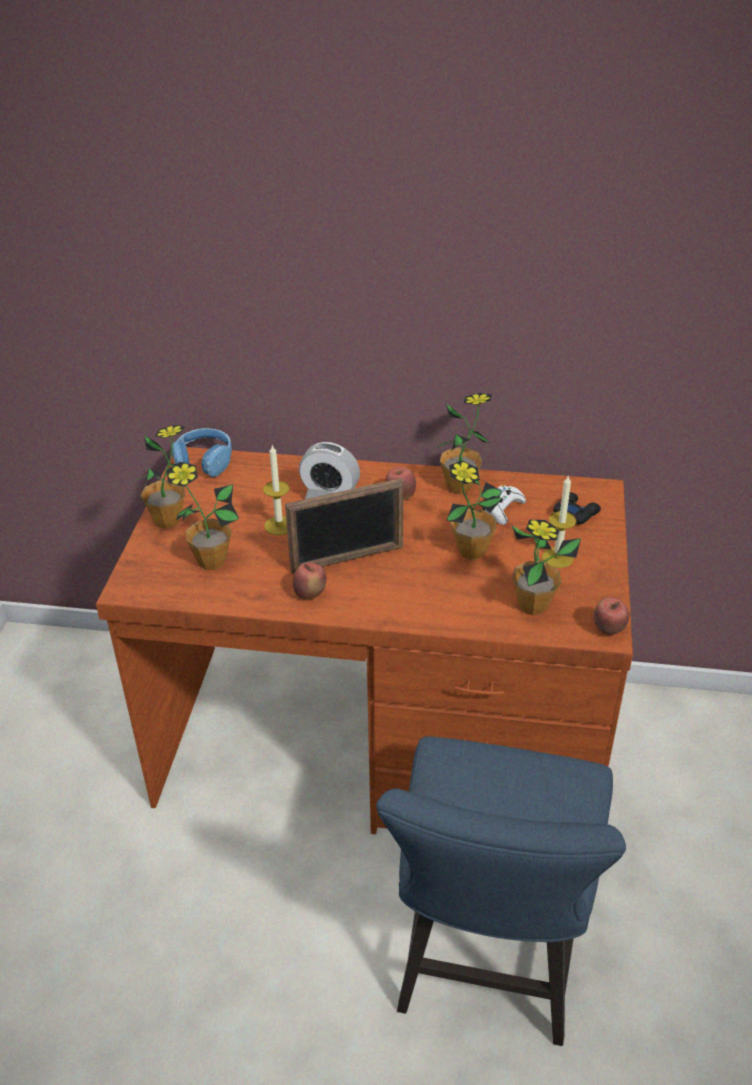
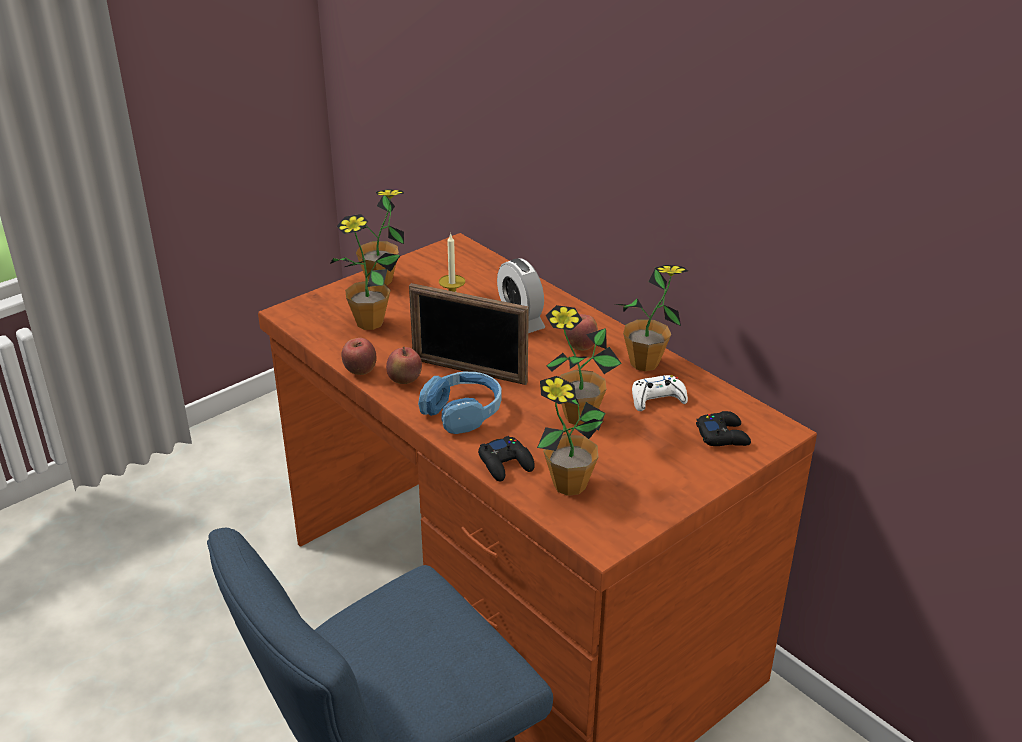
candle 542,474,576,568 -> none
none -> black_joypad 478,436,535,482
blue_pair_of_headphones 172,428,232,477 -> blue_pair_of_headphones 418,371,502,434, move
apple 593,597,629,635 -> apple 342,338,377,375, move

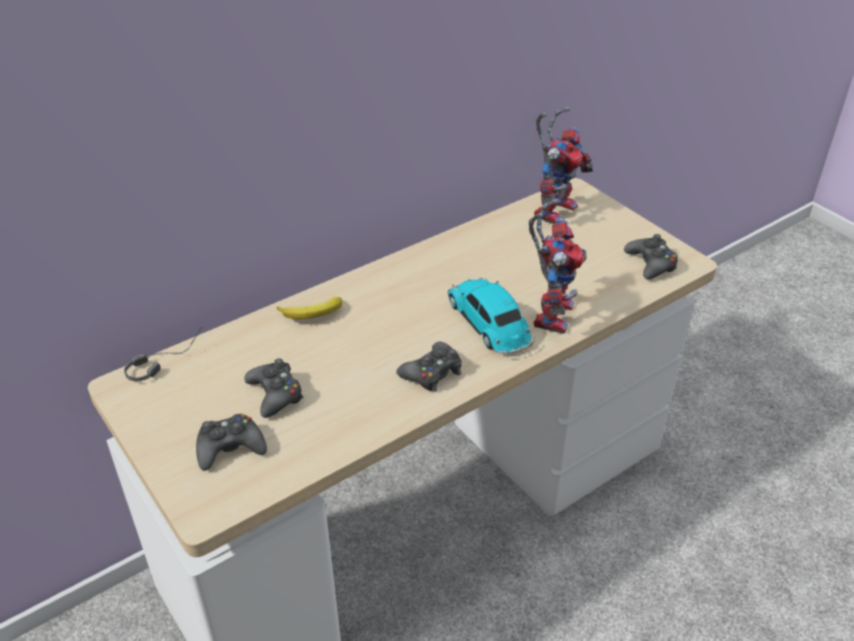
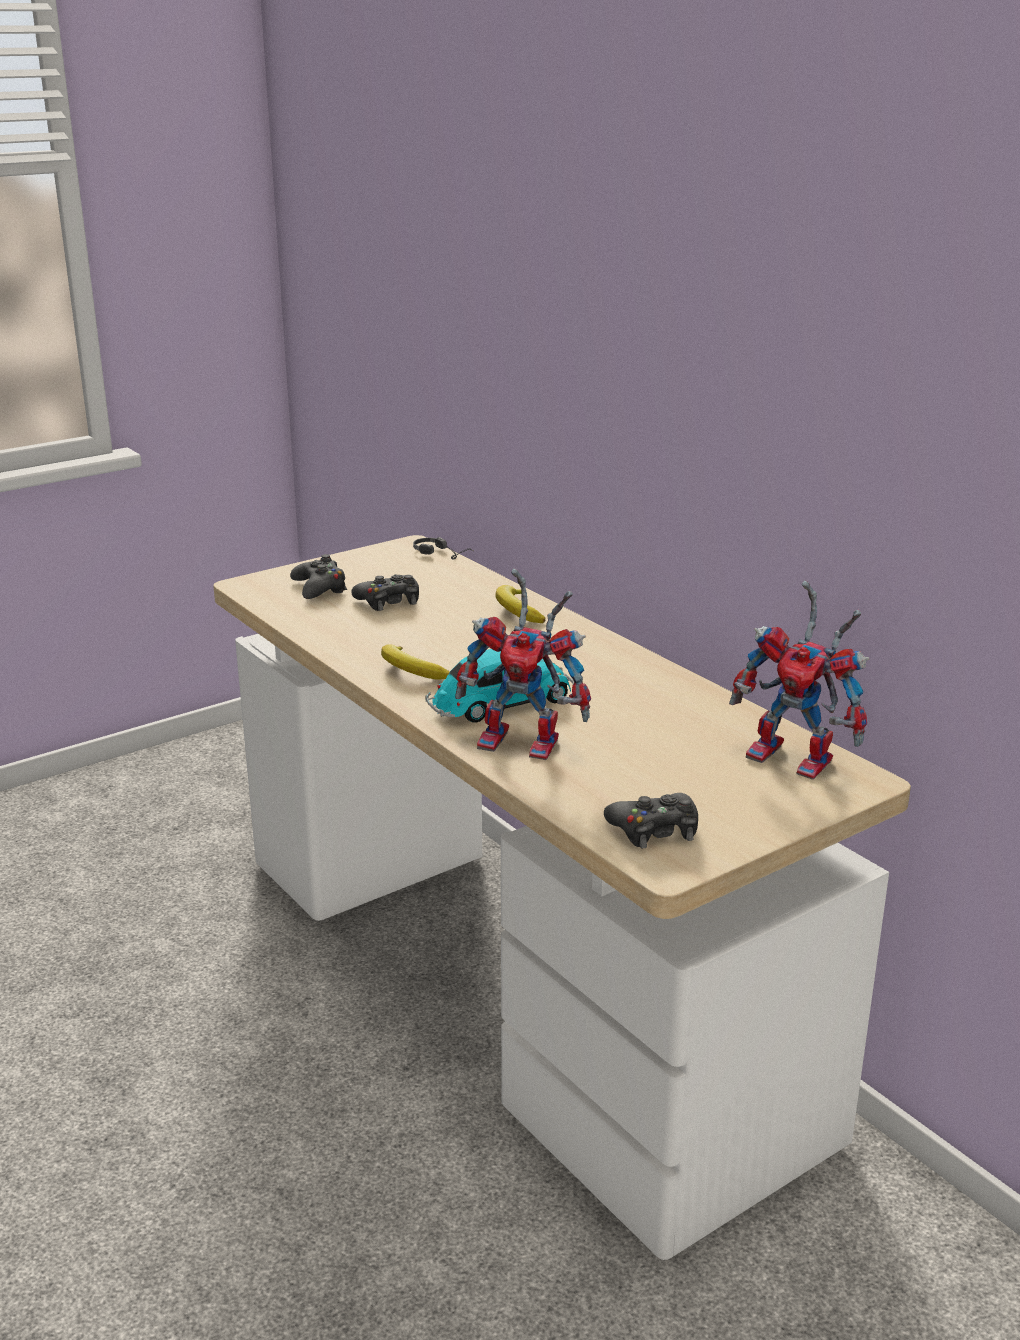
black_joypad 396,341,462,392 -> banana 381,644,450,680

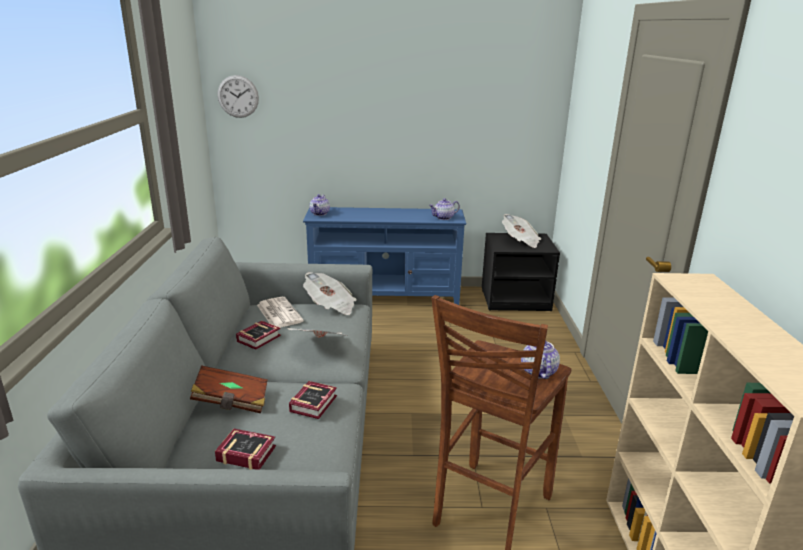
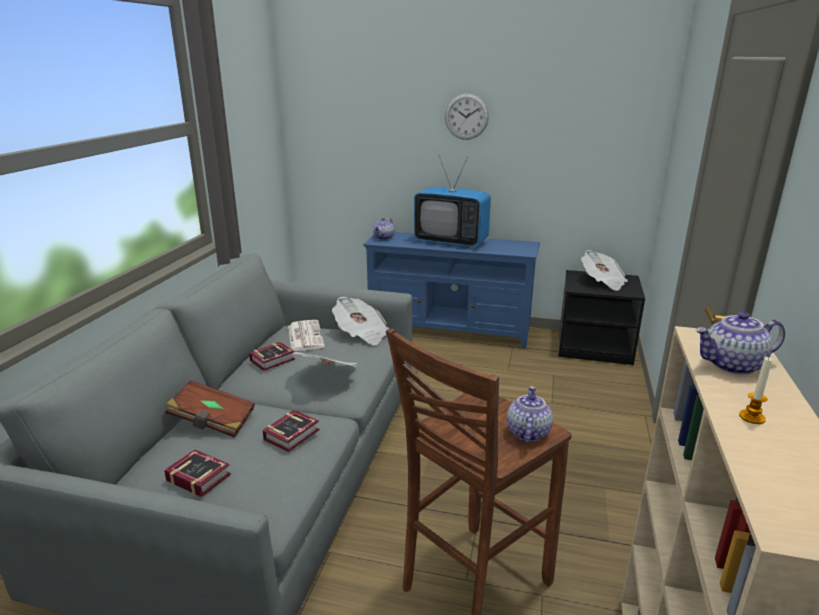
none -> television 414,156,491,248
none -> candle 739,357,772,424
hanging_clock 218,75,259,118 -> hanging_clock 445,93,489,140, move
teapot 429,198,460,220 -> teapot 695,312,785,375, move

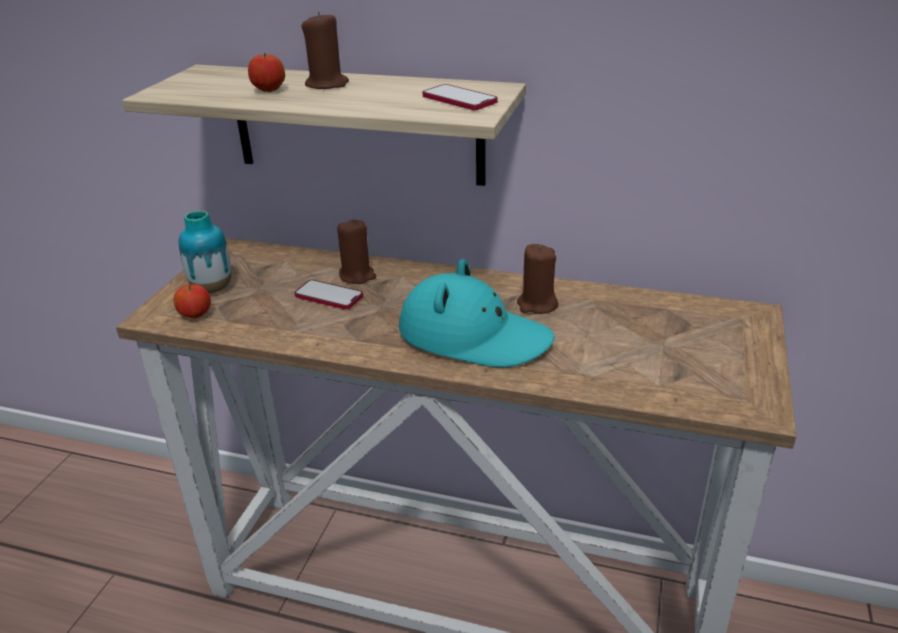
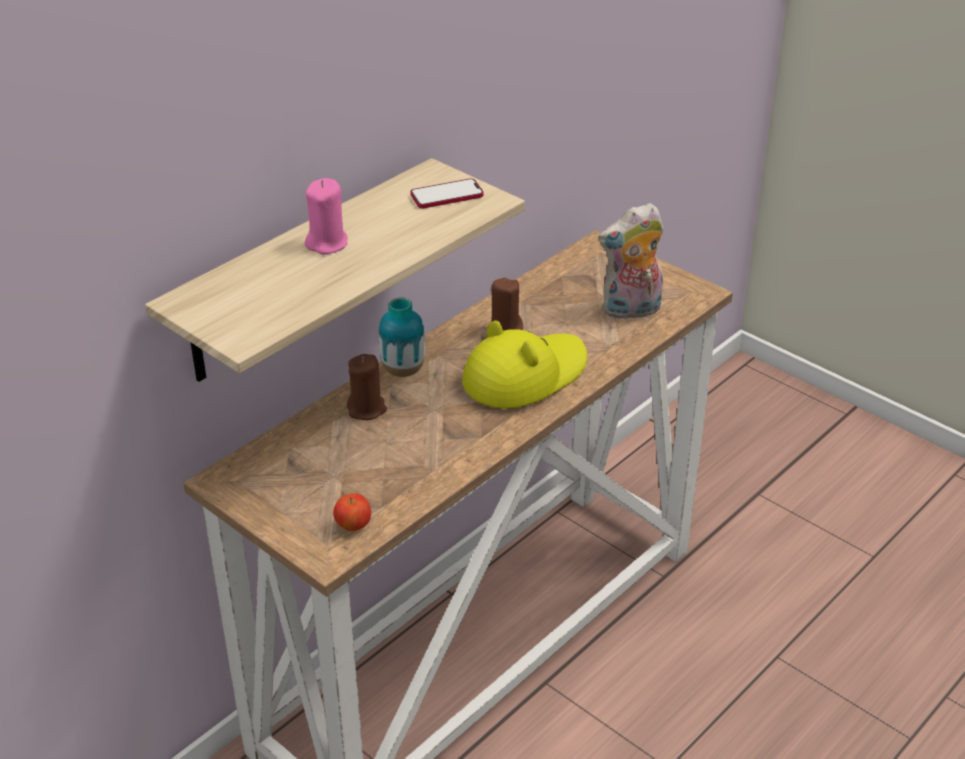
apple 248,52,285,92 -> none
telephone 294,280,363,310 -> none
none -> soft_toy 598,203,664,320
decorative_vase 179,210,232,293 -> decorative_vase 379,297,425,377, move
brown_candle 302,11,349,89 -> pink_candle 305,178,348,255
blue-green_clothing_hat 399,259,555,367 -> yellowish_clothing_hat 462,321,587,409

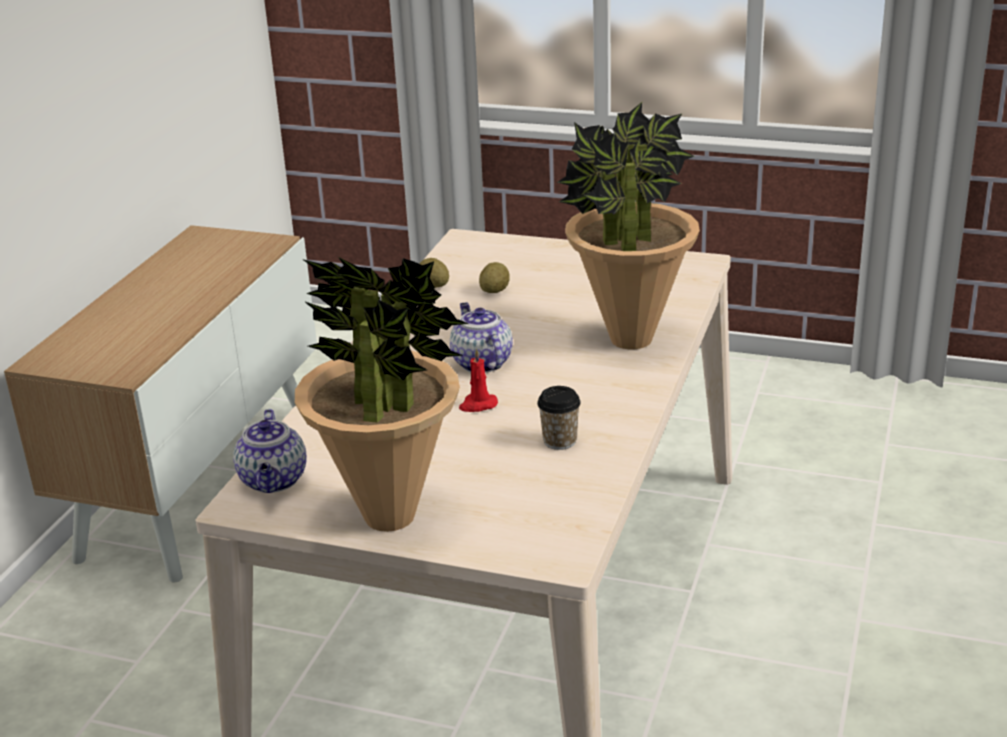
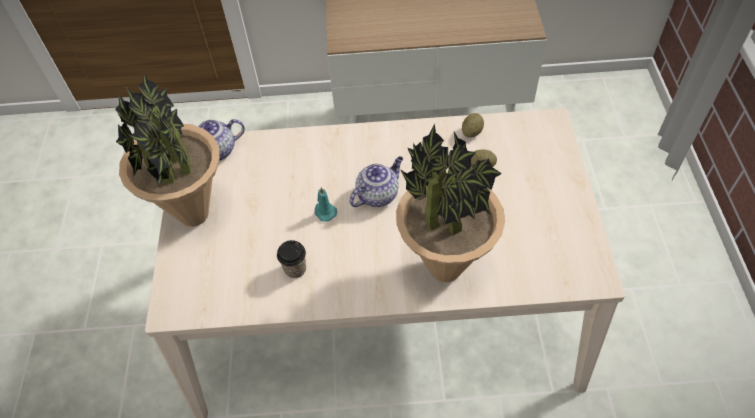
red_candle 459,348,498,412 -> blue-green_candle 314,187,337,222

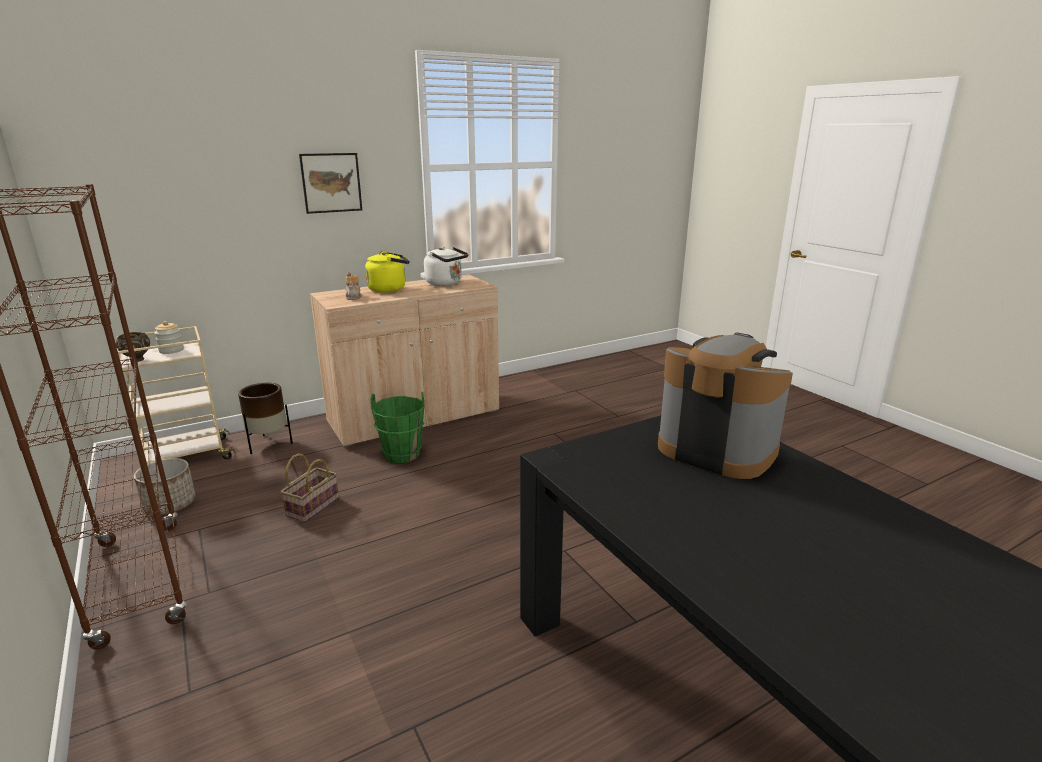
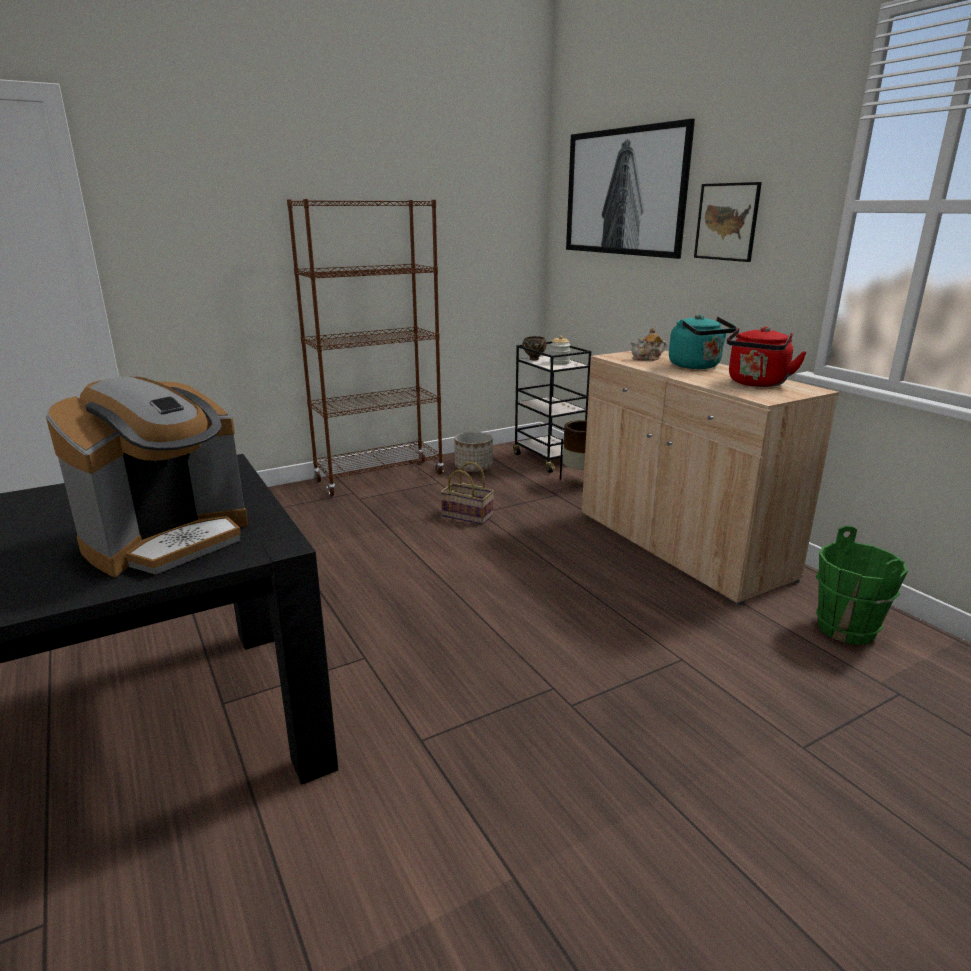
none -> picture 566,118,695,259
greenish_bucket 370,392,425,463 -> greenish_bucket 816,526,908,645, move
beige_cart 117,326,235,464 -> black_cart 513,341,591,473
yellowish_water_kettle 365,251,410,292 -> blue-green_water_kettle 669,315,737,369
white_water_kettle 424,247,468,286 -> red_water_kettle 727,327,807,387

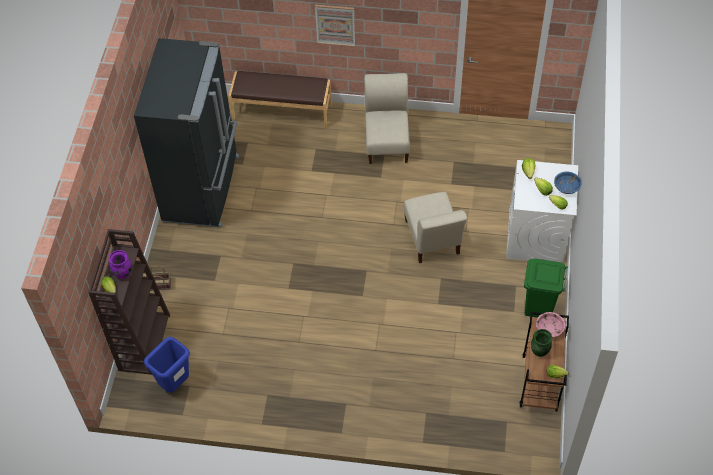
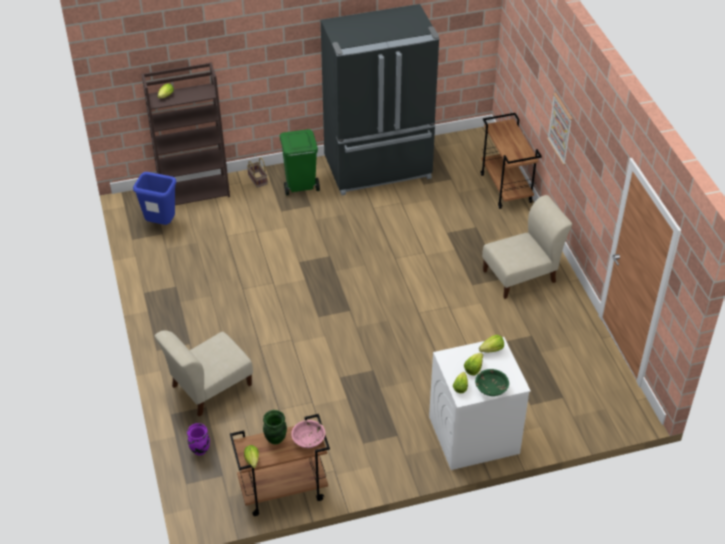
purple-coloured_decorative_vase 108,250,132,279 -> purple-coloured_decorative_vase 187,423,210,455, move
beige_chair 404,192,467,263 -> beige_chair 155,330,253,417, move
greenish_waste_bin 524,258,568,318 -> greenish_waste_bin 280,129,320,196, move
brown_long_seat 229,71,332,128 -> brown_cart 480,113,542,209
blue_serving_bowl 554,172,582,194 -> greenish_serving_bowl 475,369,509,396

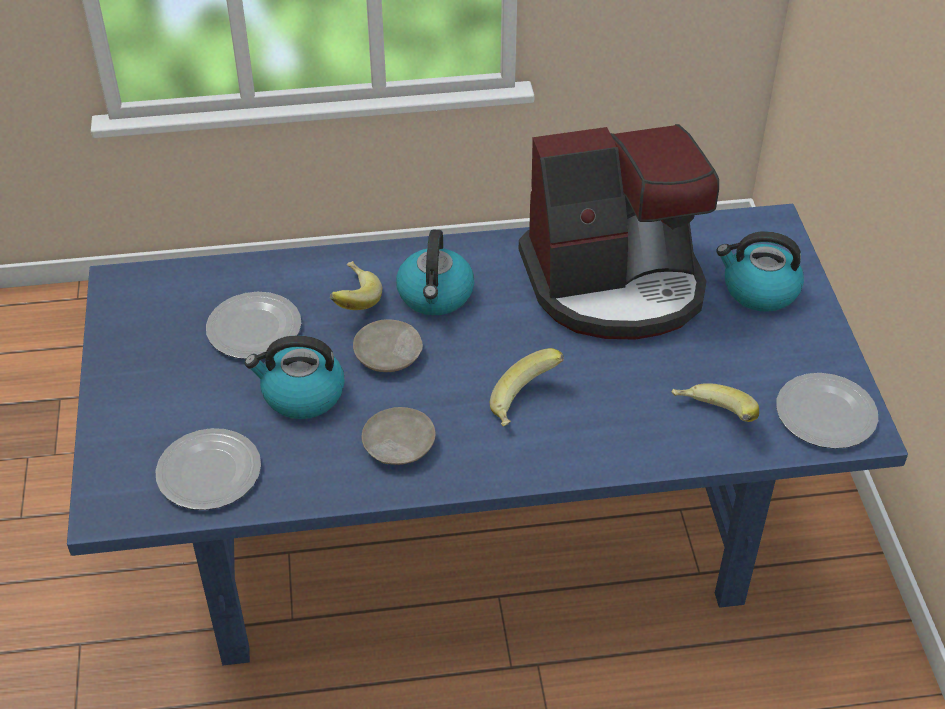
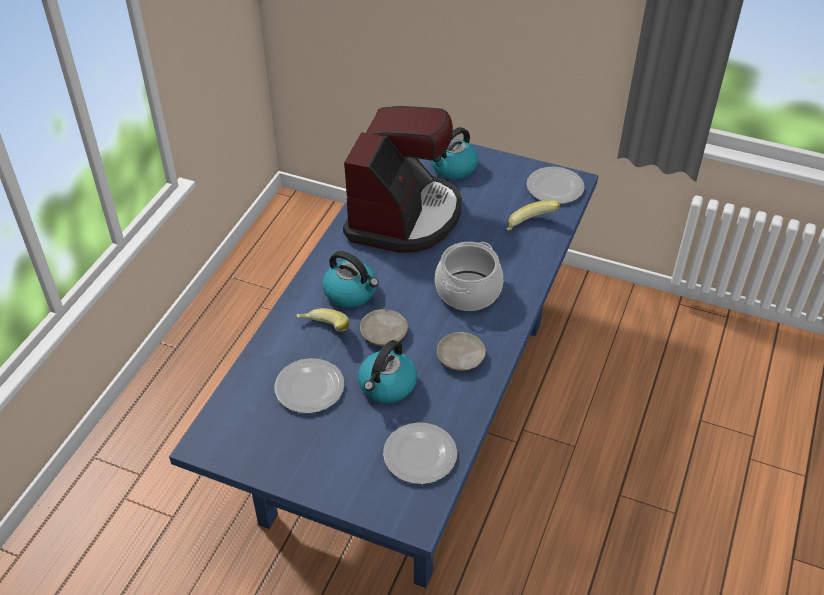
banana 490,348,564,426 -> cooking_pot 435,242,503,311

